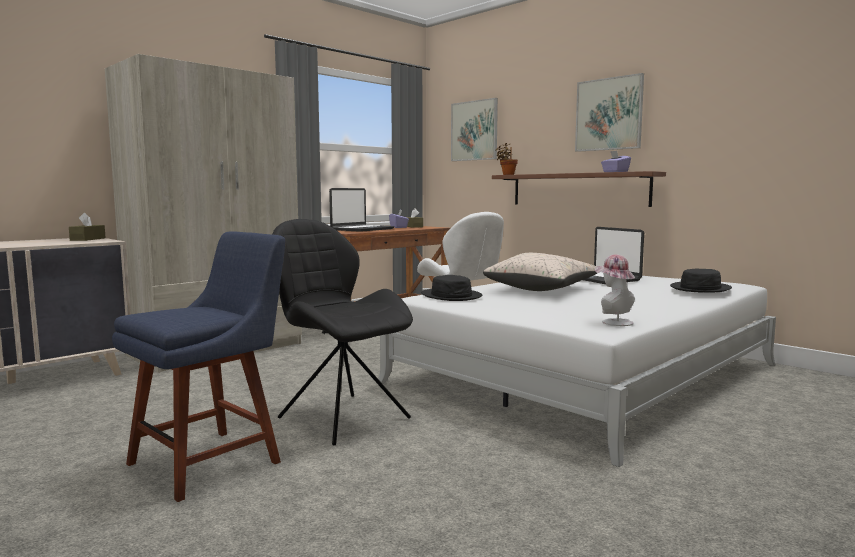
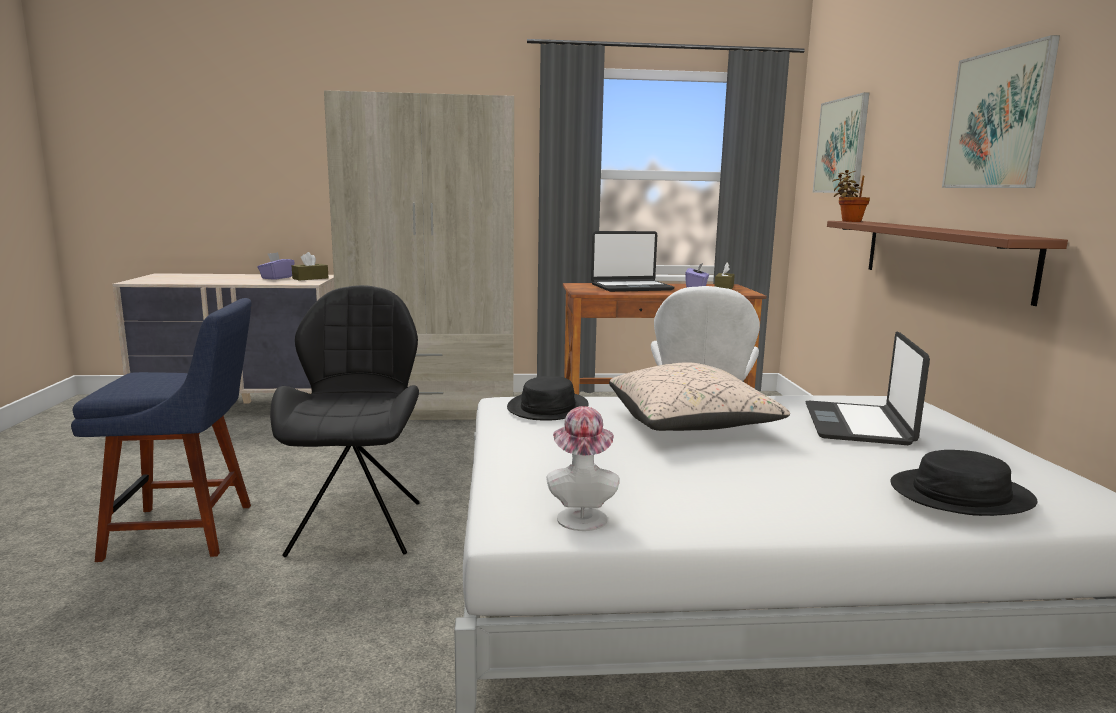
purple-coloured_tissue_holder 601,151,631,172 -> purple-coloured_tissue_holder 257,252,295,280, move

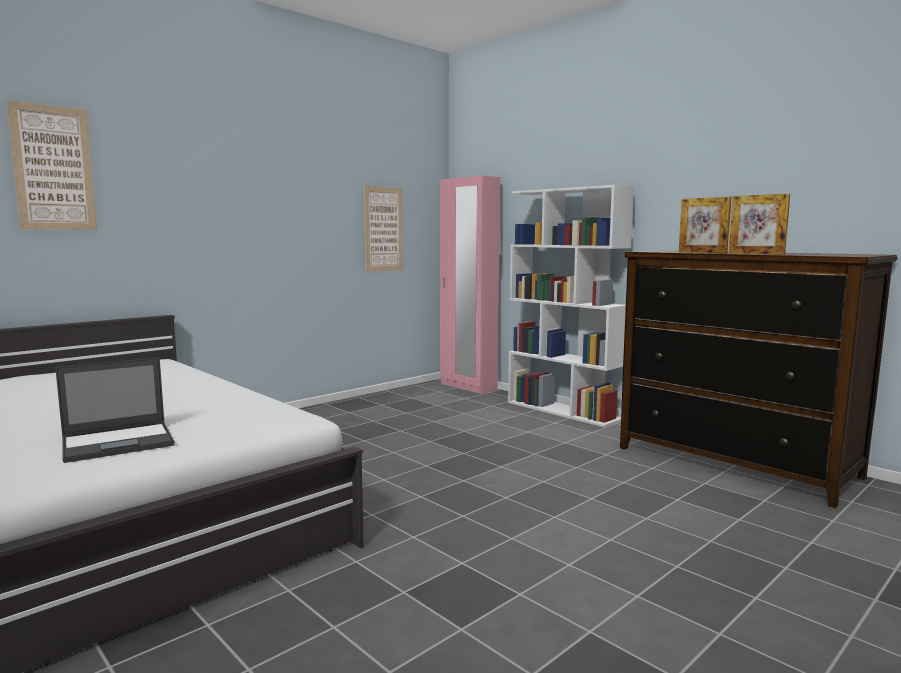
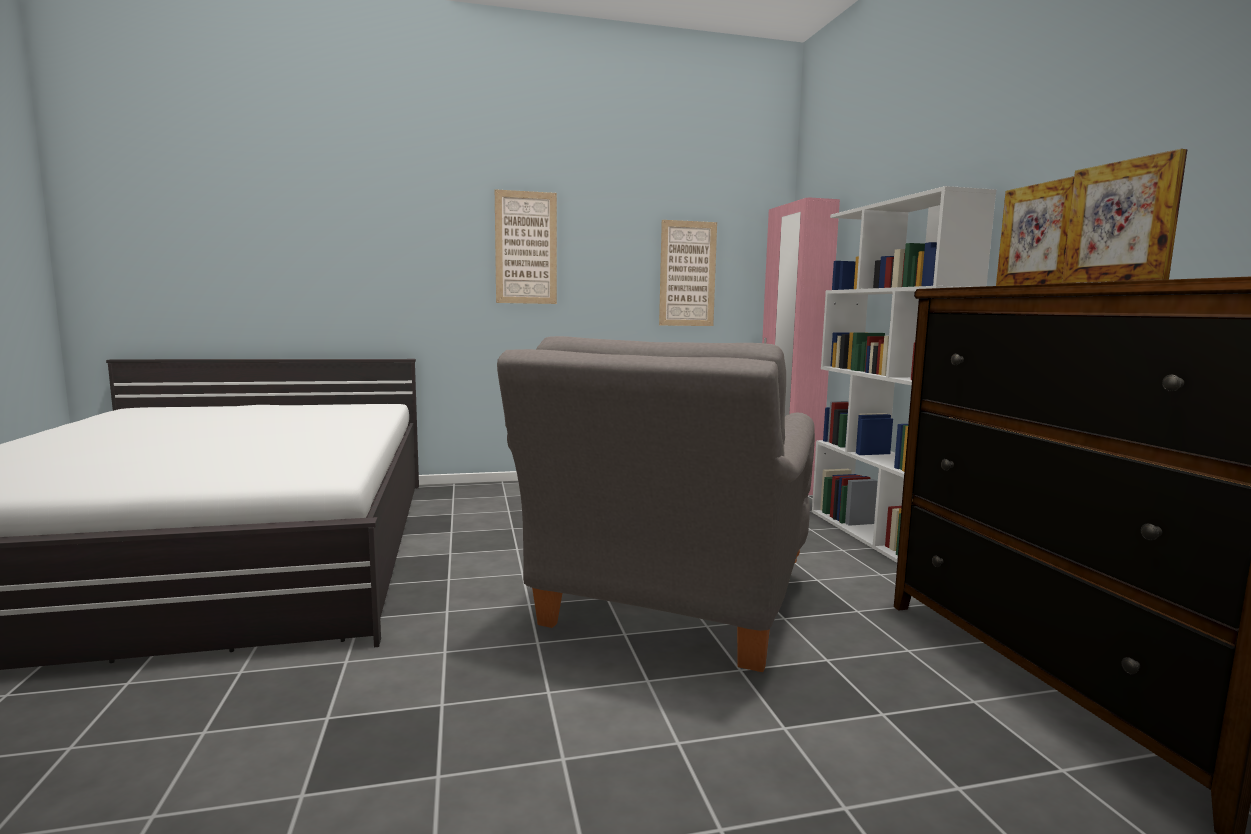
notebook_computer 55,357,175,463 -> none
none -> greyish_armchair 497,336,815,672
picture 6,100,97,230 -> picture 495,189,557,304, move

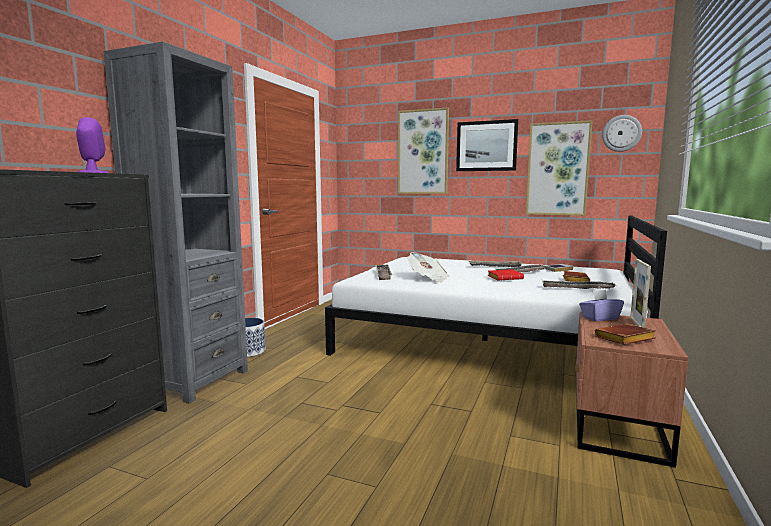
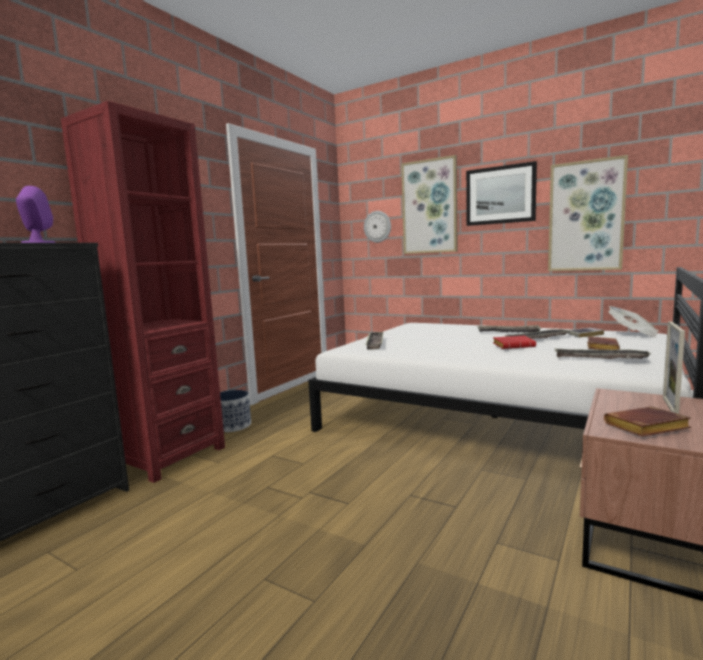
purple-coloured_tissue_holder 579,290,624,321 -> none
newspaper 407,252,449,283 -> newspaper 608,306,659,338, move
hanging_clock 602,115,642,152 -> hanging_clock 364,211,391,243, move
greyish_bookcase 104,41,248,404 -> red_bookcase 61,101,225,483

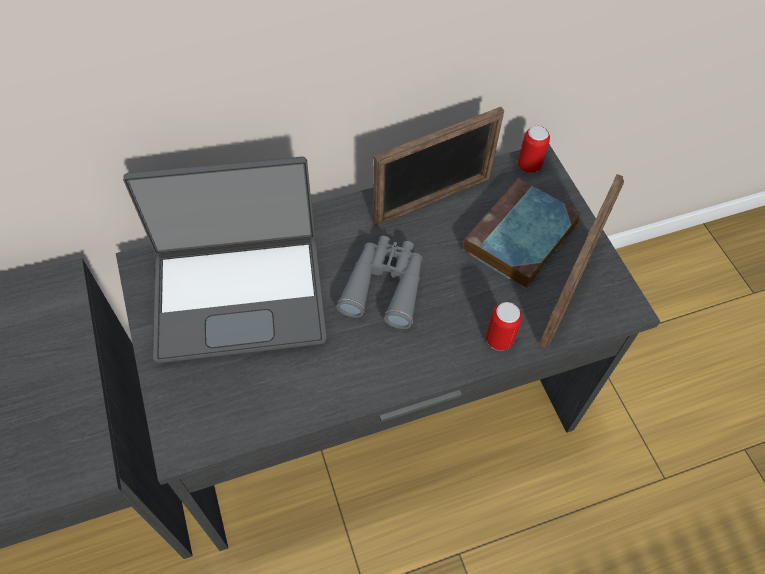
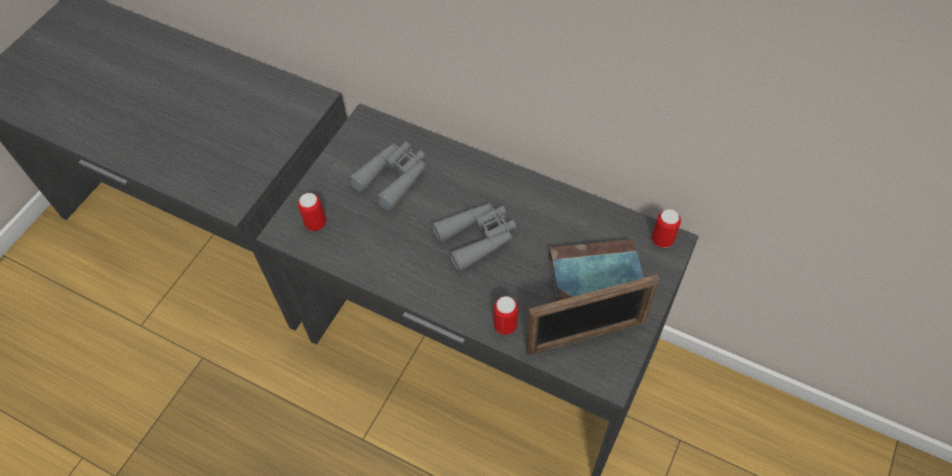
picture_frame 373,107,504,226 -> none
none -> metal_can 298,193,326,231
notebook_computer 123,157,327,363 -> greyish_field_glasses 348,141,426,212

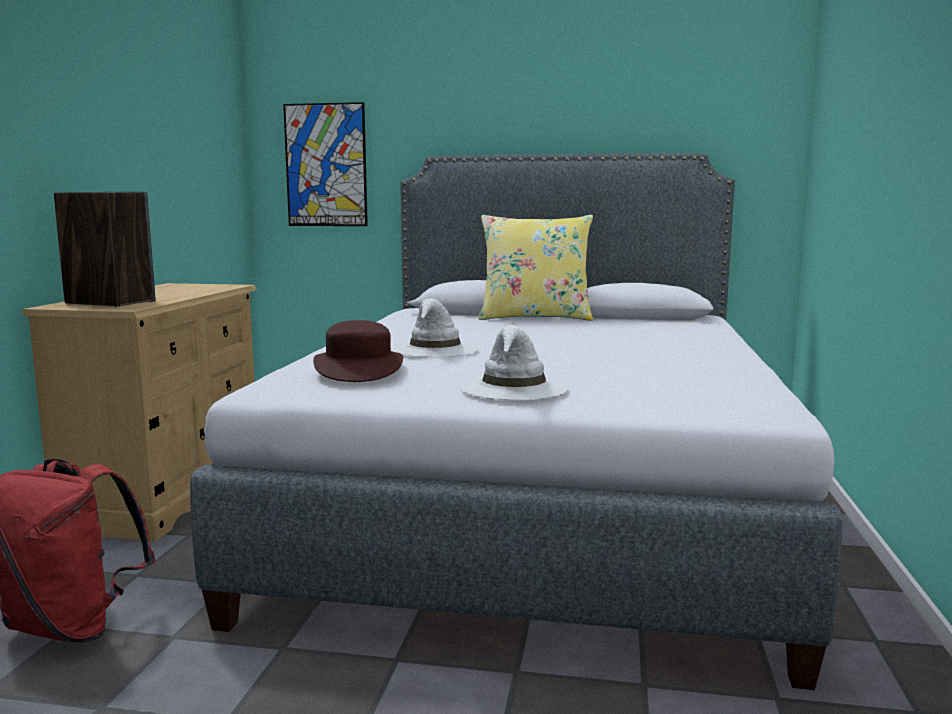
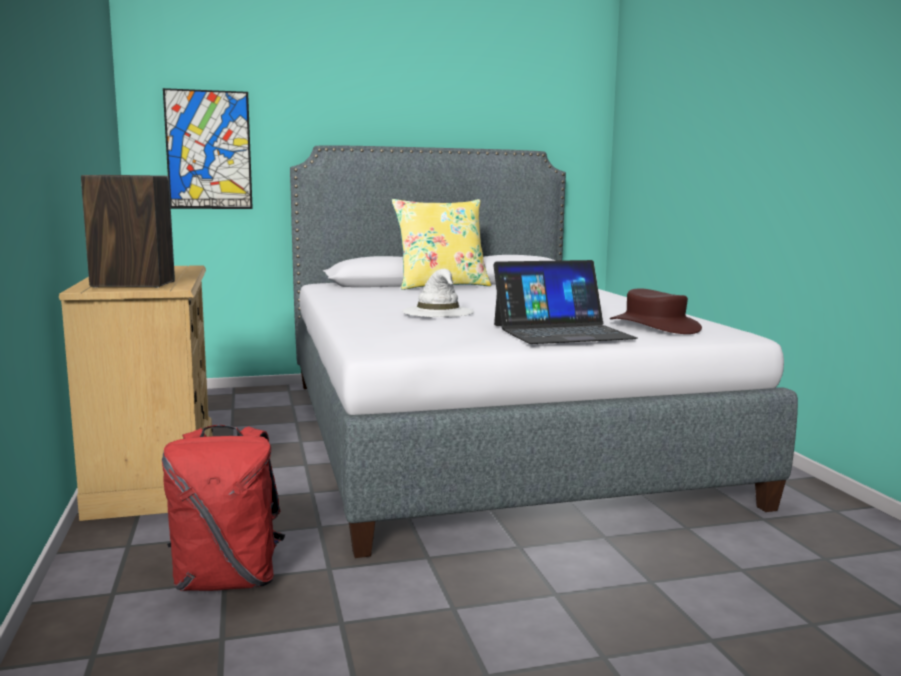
brown_clothing_hat 313,320,403,382 -> brown_clothing_hat 610,288,702,334, move
white_clothing_hat 460,325,568,400 -> notebook_computer 493,260,638,344

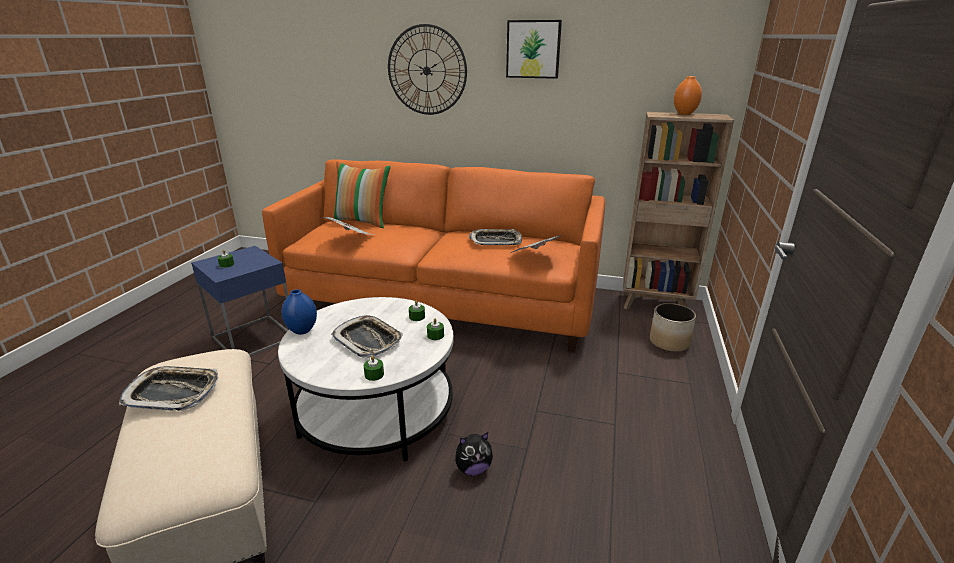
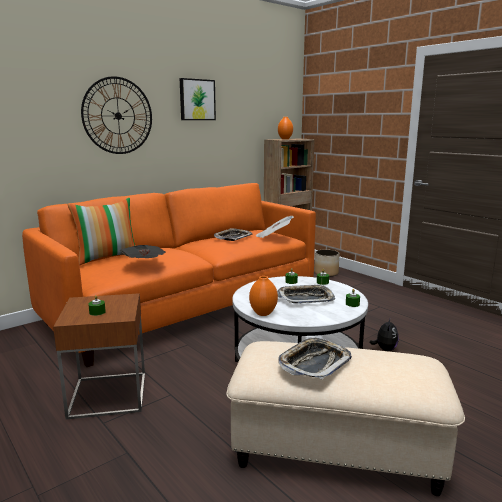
blue_accent_table 191,246,288,356 -> brown_accent_table 53,293,145,419
blue_decorative_vase 282,289,317,335 -> orange_decorative_vase 249,276,278,316

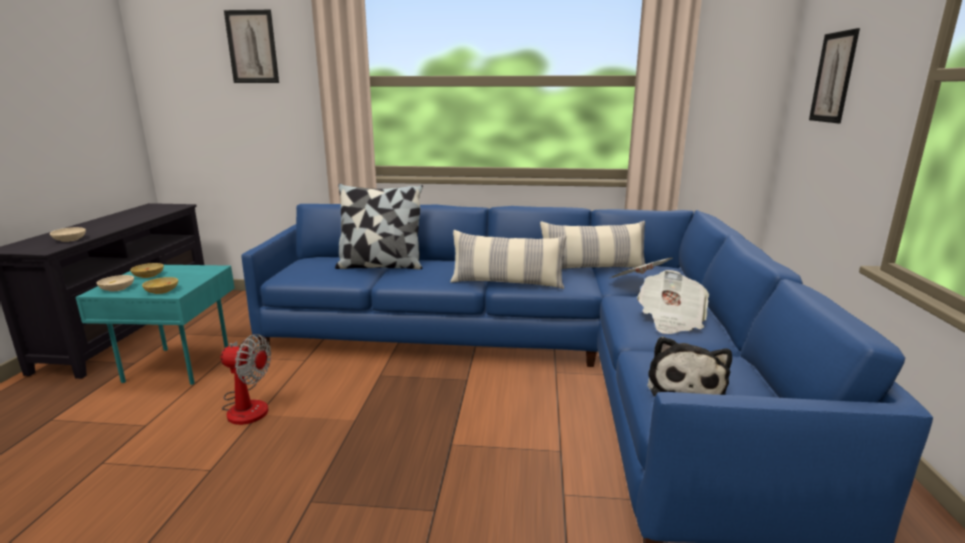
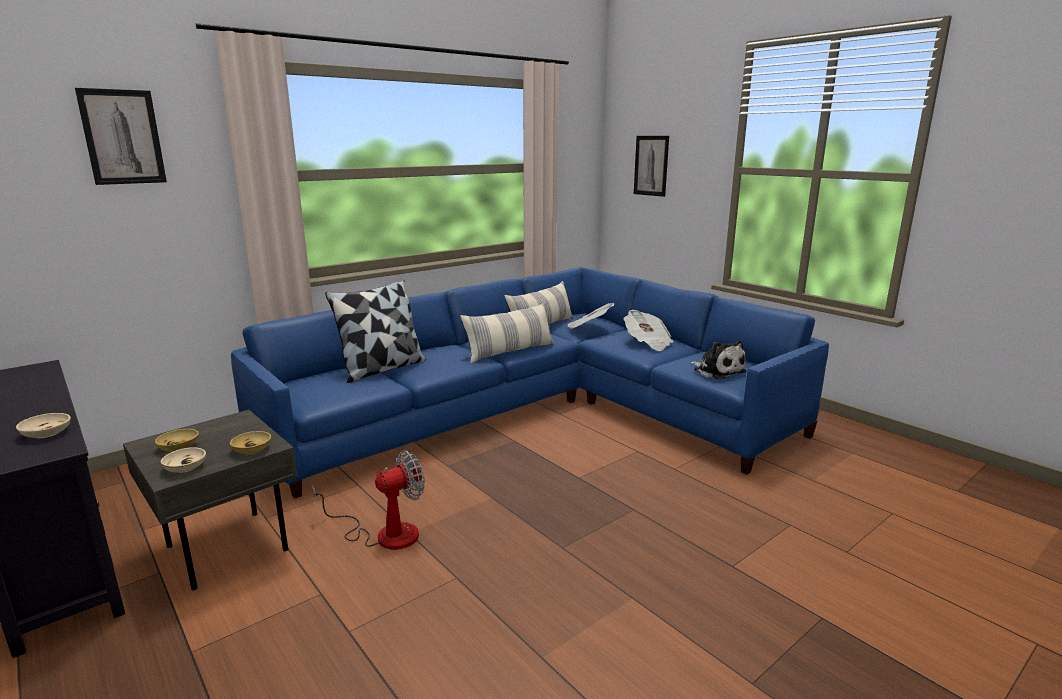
blue-green_accent_table 76,265,235,385 -> greyish_accent_table 123,410,298,590

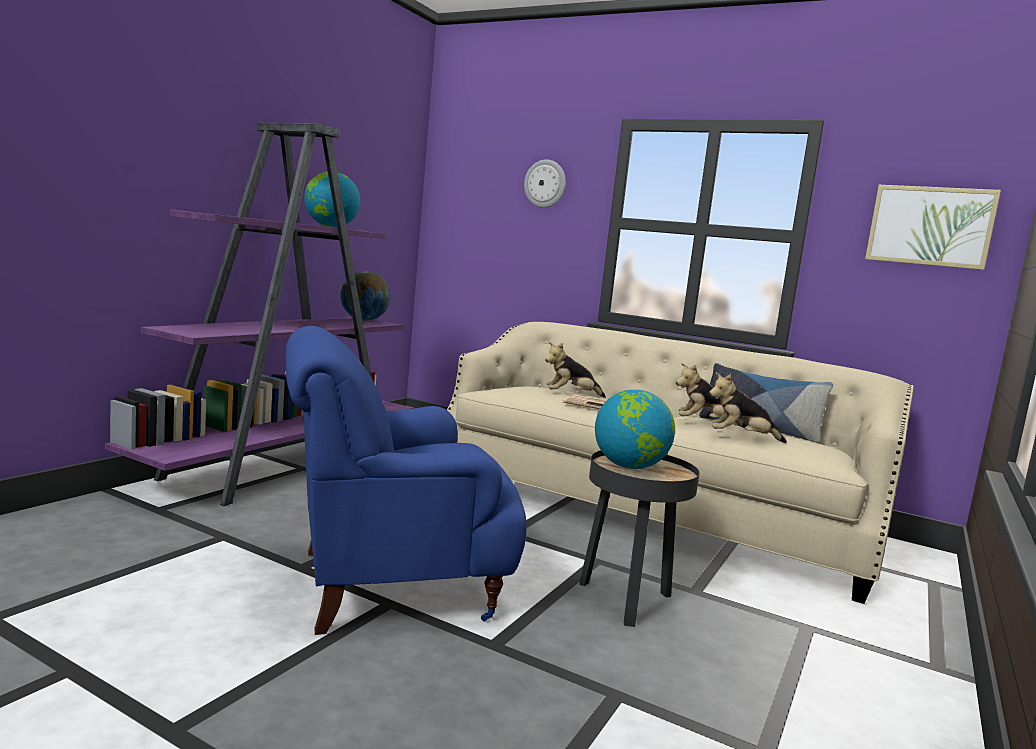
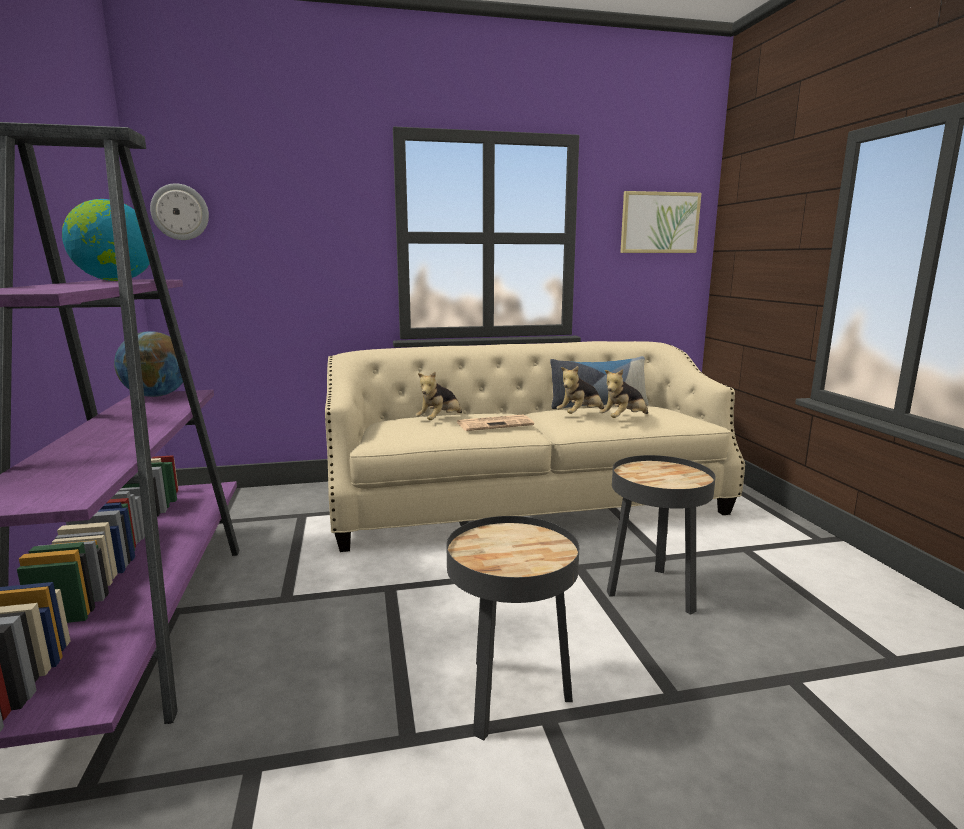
world_globe 595,390,675,469 -> none
hanging_clock 524,159,566,208 -> hanging_clock 150,183,209,240, move
blue_armchair 286,326,527,635 -> black_accent_table 446,516,579,740

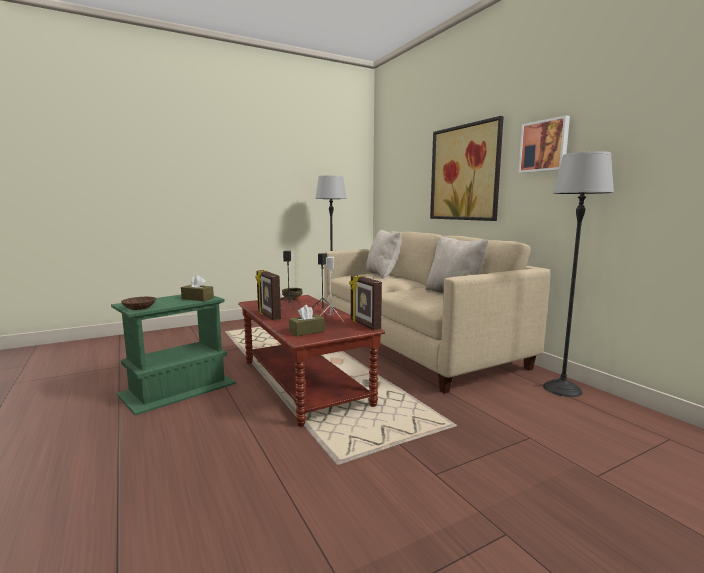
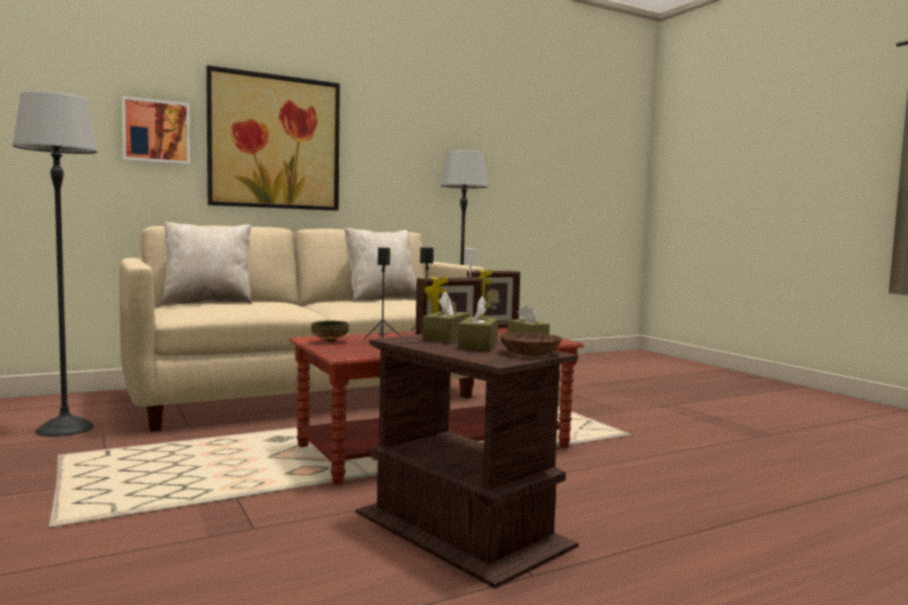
none -> brown_tissue_holder 458,297,498,351
picture 518,115,570,173 -> picture 122,96,190,165, move
greenish_accent_table 111,294,236,415 -> brown_accent_table 356,334,579,589

